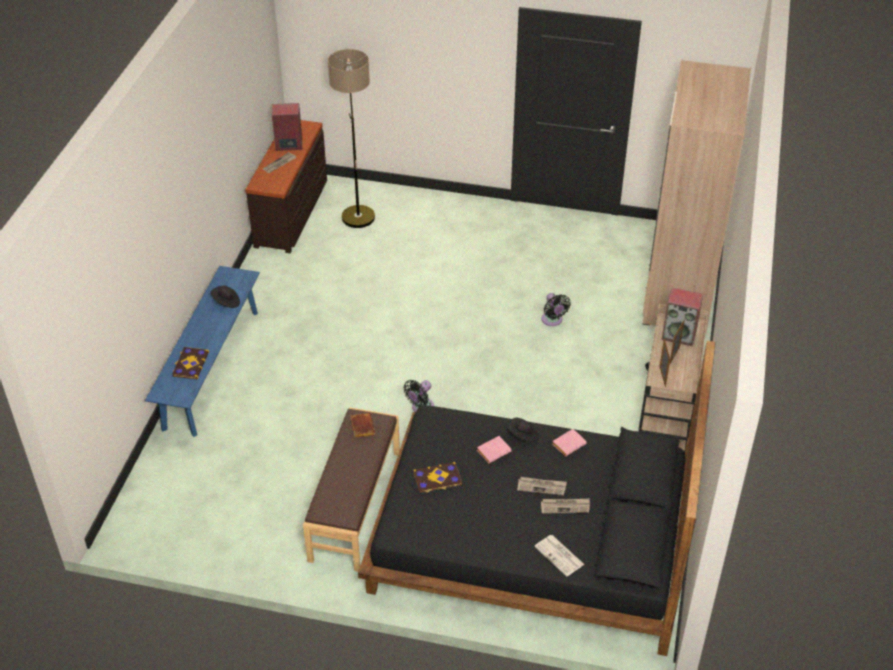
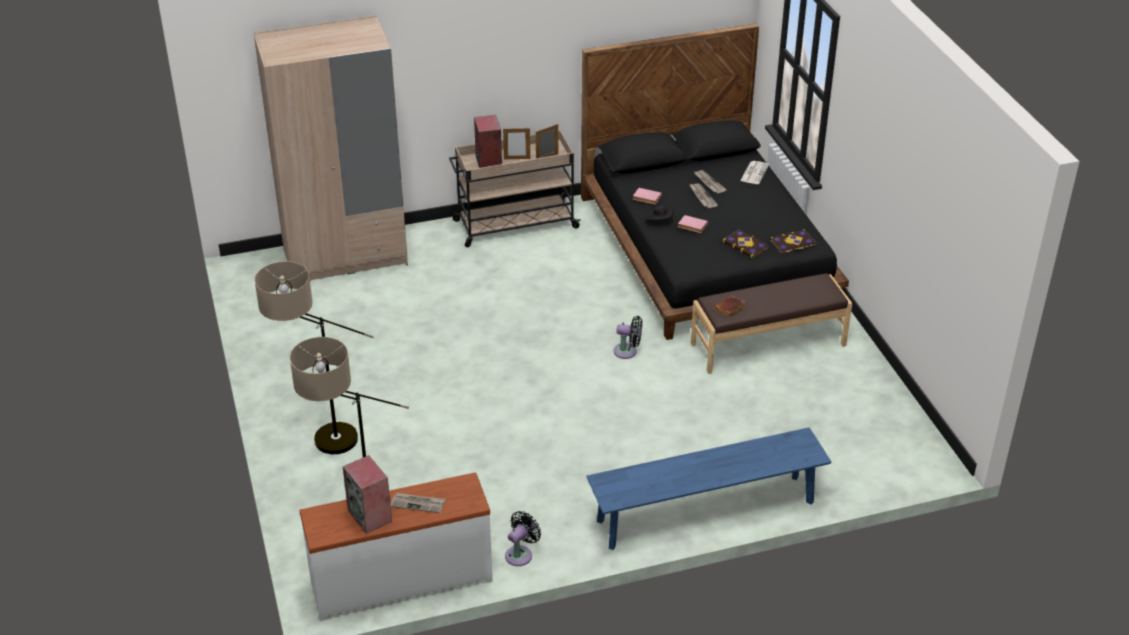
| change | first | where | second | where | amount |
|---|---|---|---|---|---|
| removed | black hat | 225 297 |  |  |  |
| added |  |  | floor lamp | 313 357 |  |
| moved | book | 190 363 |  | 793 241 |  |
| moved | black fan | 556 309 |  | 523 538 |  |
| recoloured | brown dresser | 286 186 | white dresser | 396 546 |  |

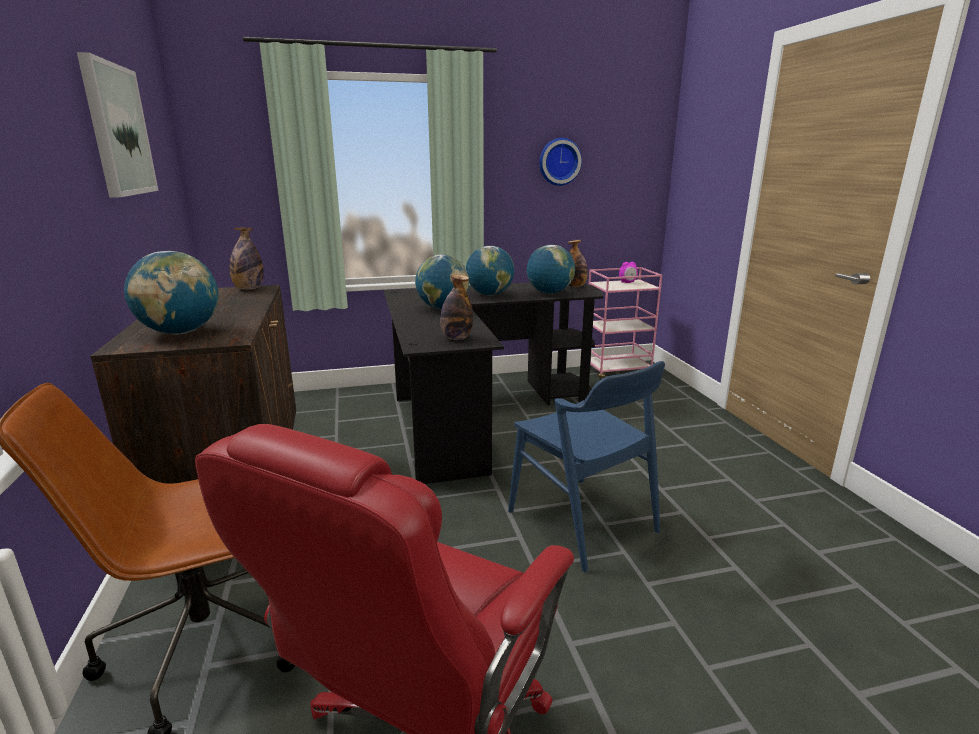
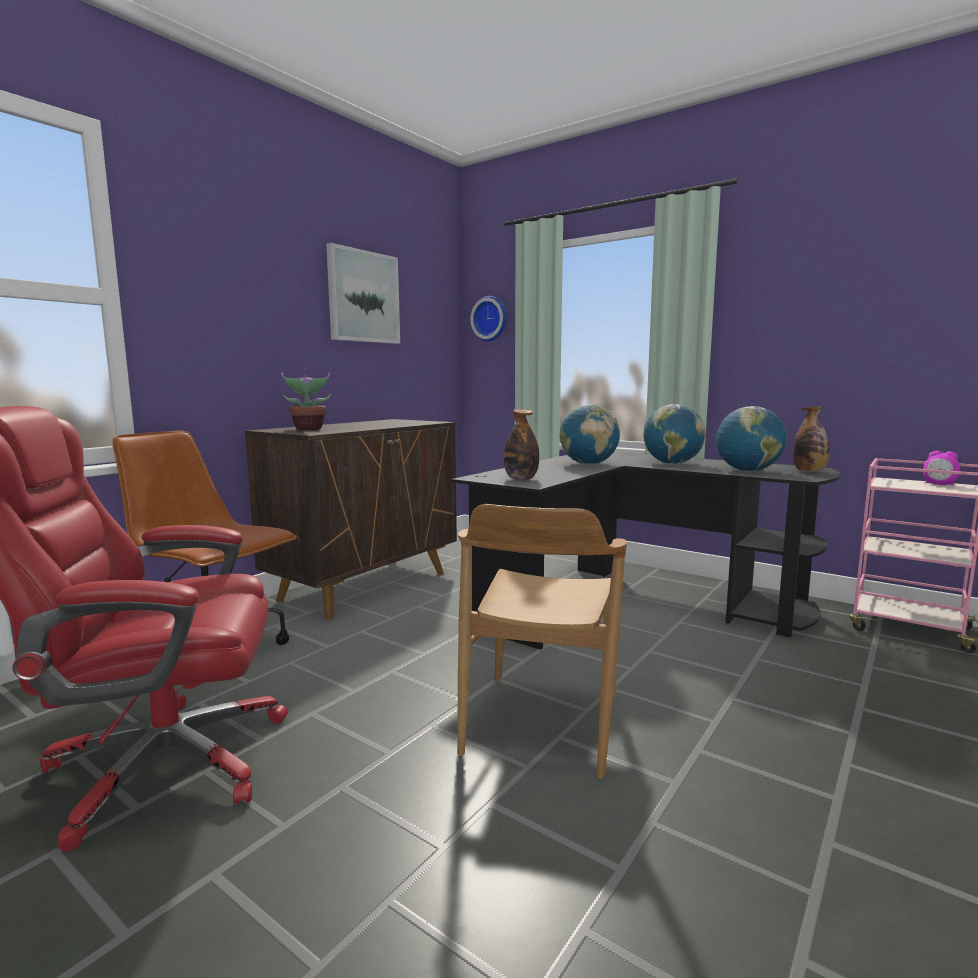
| change | first | where | second | where | amount |
|---|---|---|---|---|---|
| removed | bottle | 247 259 |  |  |  |
| moved | wall clock | 560 162 |  | 488 318 |  |
| replaced | globe | 171 292 | potted plant | 306 399 |  |
| recoloured | blue chair | 586 466 | brown chair | 542 641 |  |

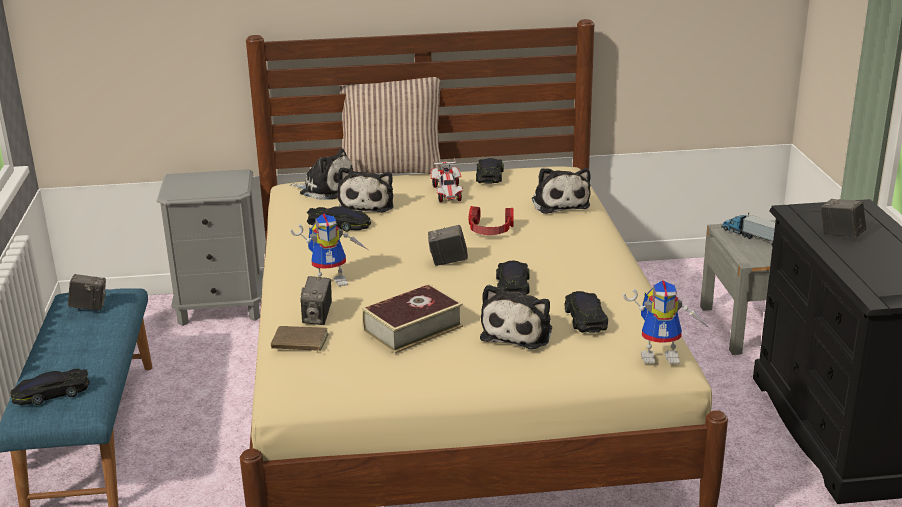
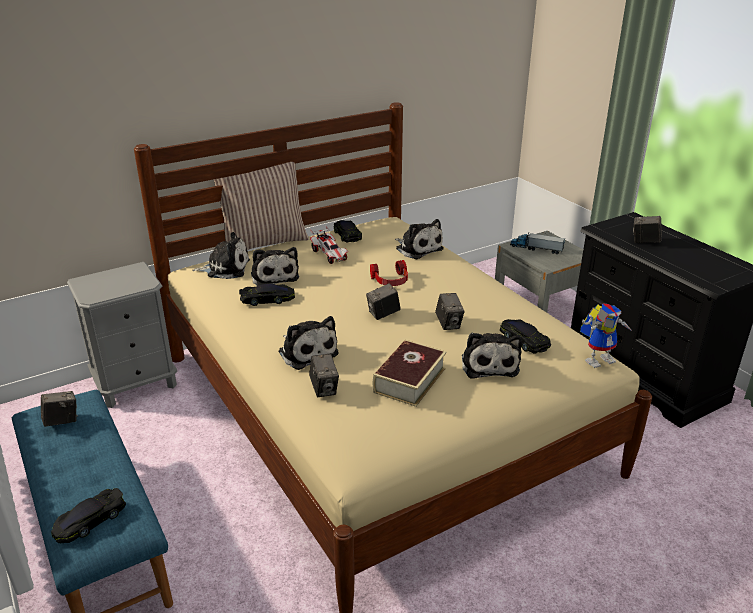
| change | first | where | second | where | amount |
|---|---|---|---|---|---|
| removed | brown book | 300 339 |  |  |  |
| replaced | toy robot | 329 249 | plush toy | 308 343 |  |
| replaced | black toy car | 513 278 | photo camera | 450 311 |  |

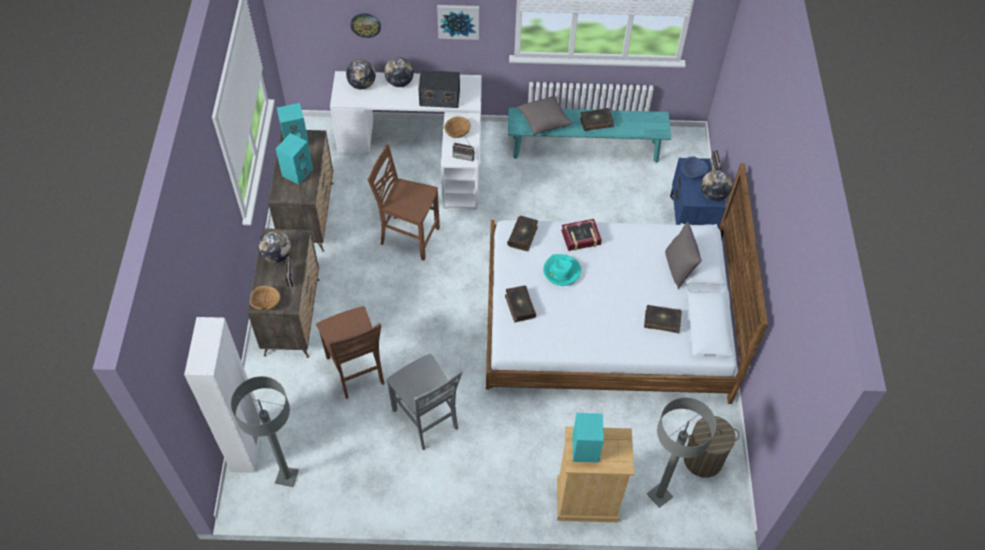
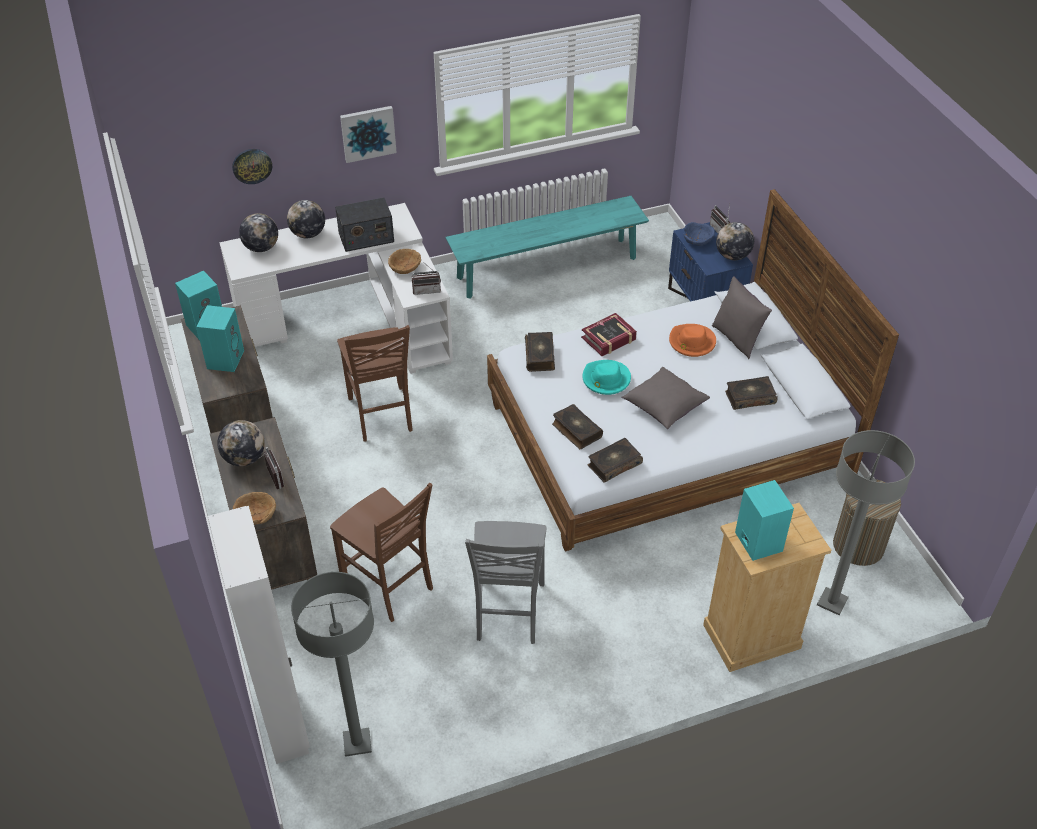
| change | first | where | second | where | amount |
|---|---|---|---|---|---|
| added |  |  | orange hat | 692 340 |  |
| moved | grey pillow | 545 115 |  | 666 398 |  |
| moved | book | 597 119 |  | 615 460 |  |
| turned | brown chair | 404 202 |  | 375 383 | 105 degrees counterclockwise |
| turned | grey chair | 424 402 |  | 506 582 | 60 degrees clockwise |

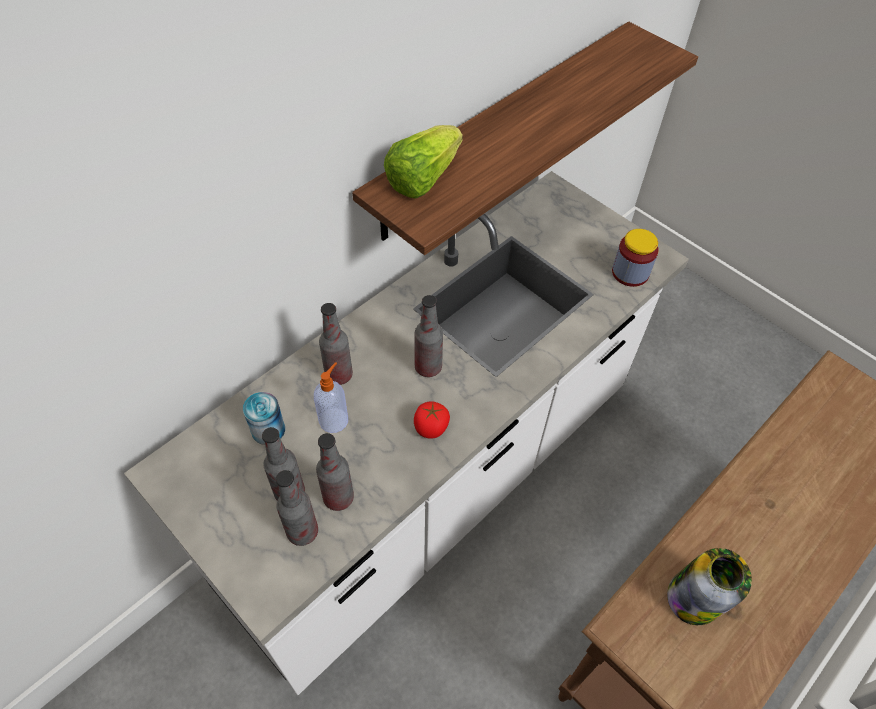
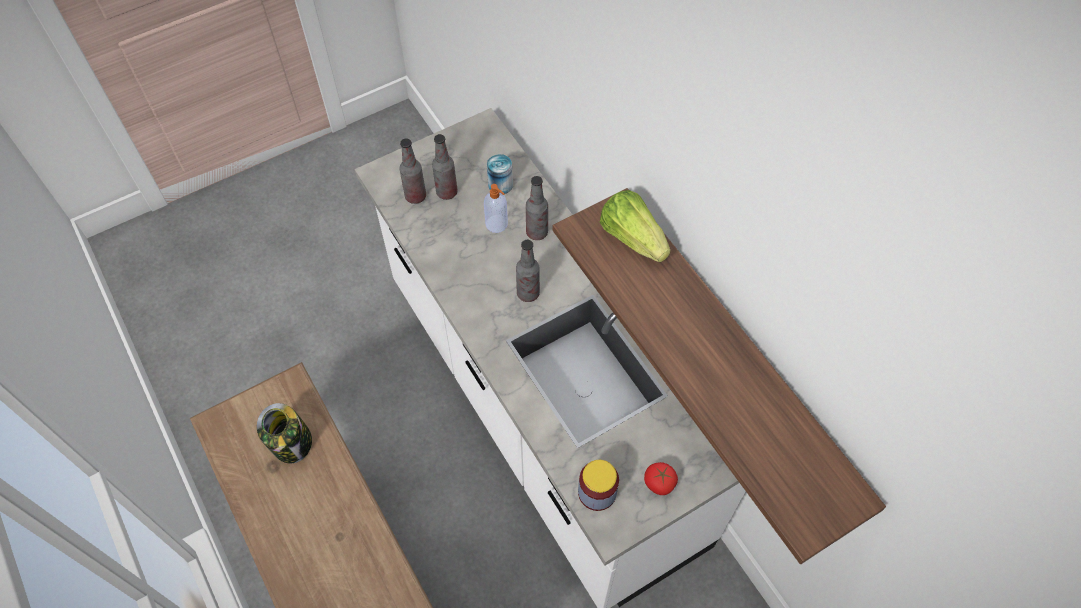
| change | first | where | second | where | amount |
|---|---|---|---|---|---|
| removed | bottle | 335 472 |  |  |  |
| moved | tomato | 432 420 |  | 661 478 |  |

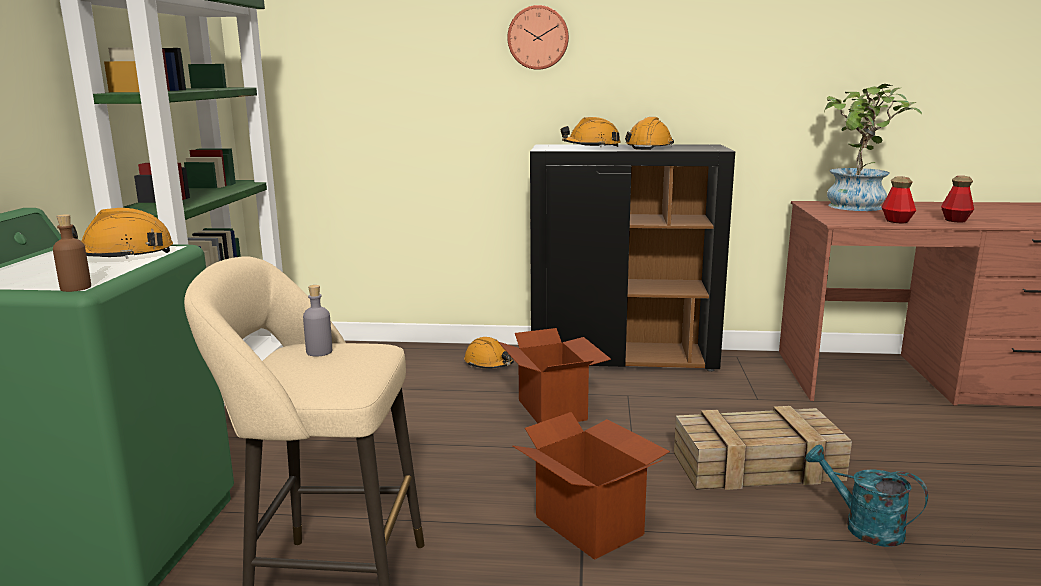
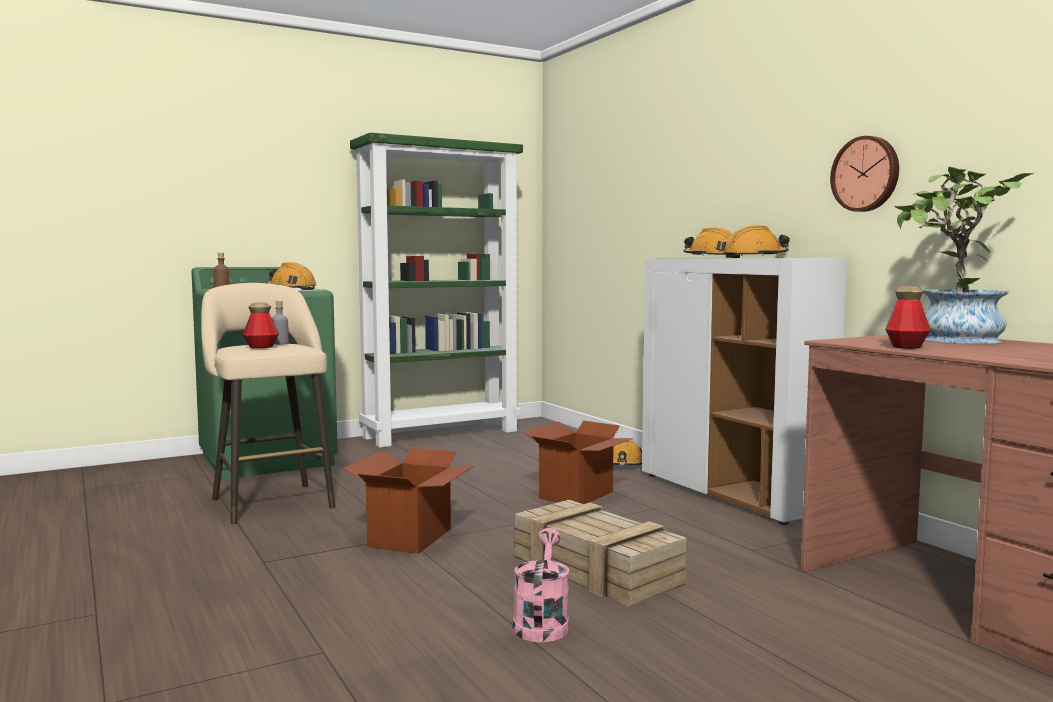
| change | first | where | second | where | amount |
|---|---|---|---|---|---|
| moved | wall clock | 538 37 |  | 864 174 |  |
| moved | bottle | 957 199 |  | 261 325 |  |
| recoloured | black cabinet | 632 258 | white cabinet | 744 391 |  |
| recoloured | turquoise watering can | 866 496 | pink watering can | 541 585 |  |

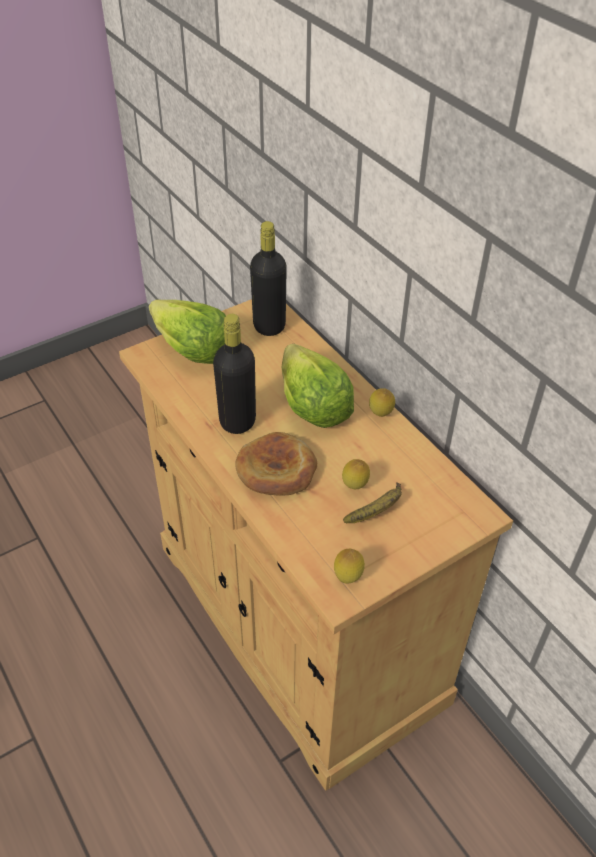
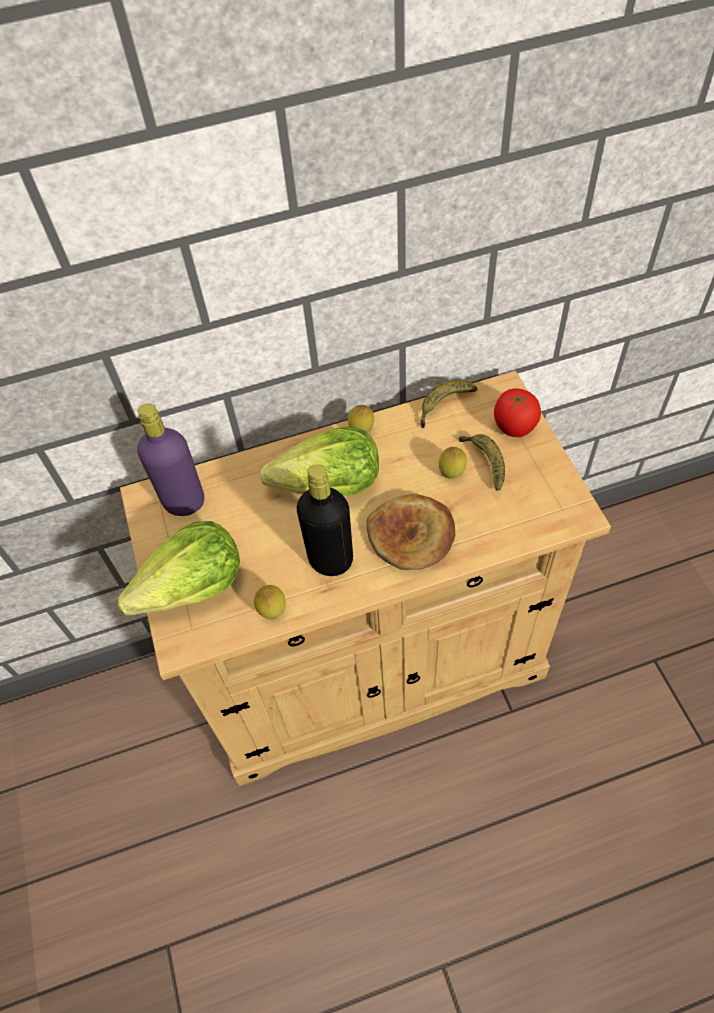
| change | first | where | second | where | amount |
|---|---|---|---|---|---|
| added |  |  | banana | 449 404 |  |
| added |  |  | tomato | 517 412 |  |
| moved | lemon | 349 566 |  | 270 602 |  |
| recoloured | black bottle | 268 278 | purple bottle | 170 459 |  |

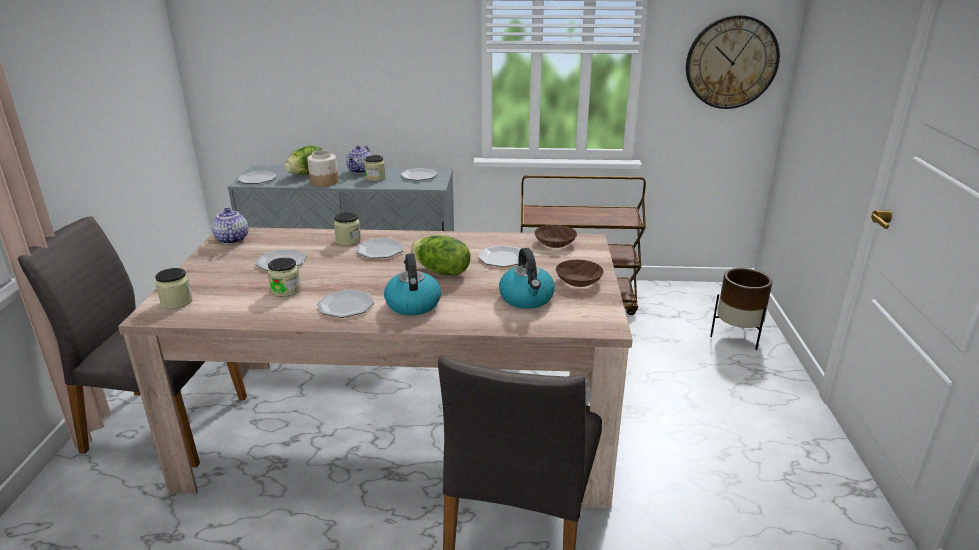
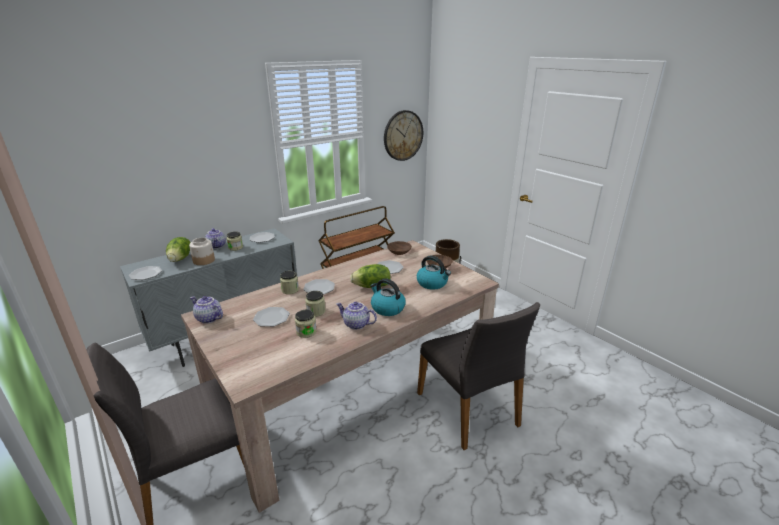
| change | first | where | second | where | amount |
|---|---|---|---|---|---|
| moved | jar | 174 288 |  | 315 304 |  |
| replaced | plate | 345 303 | teapot | 356 316 |  |

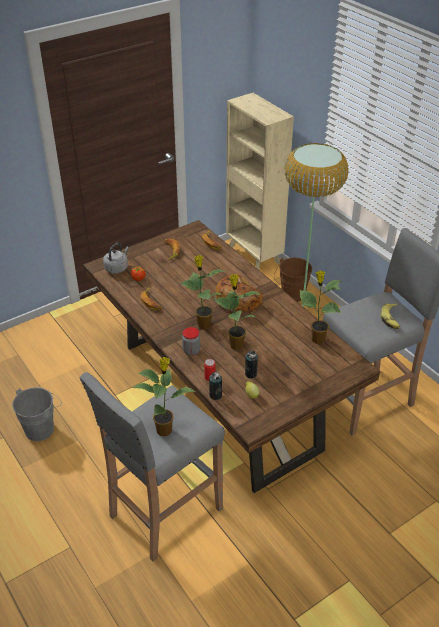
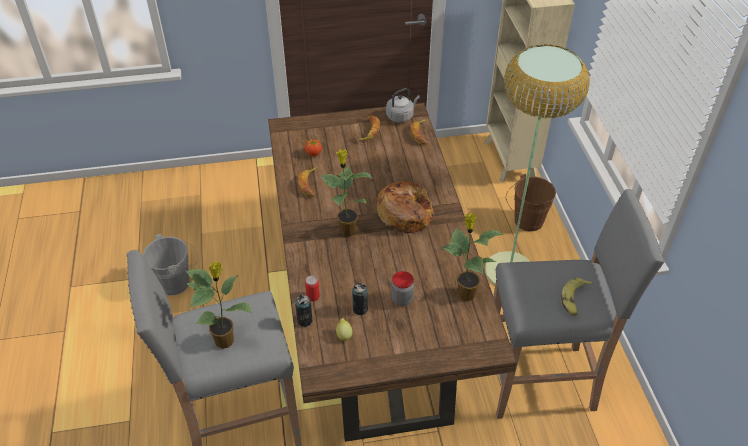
| change | first | where | second | where | amount |
|---|---|---|---|---|---|
| removed | potted plant | 237 312 |  |  |  |
| moved | grey kettle | 116 258 |  | 403 105 |  |
| moved | jar | 191 341 |  | 402 288 |  |

